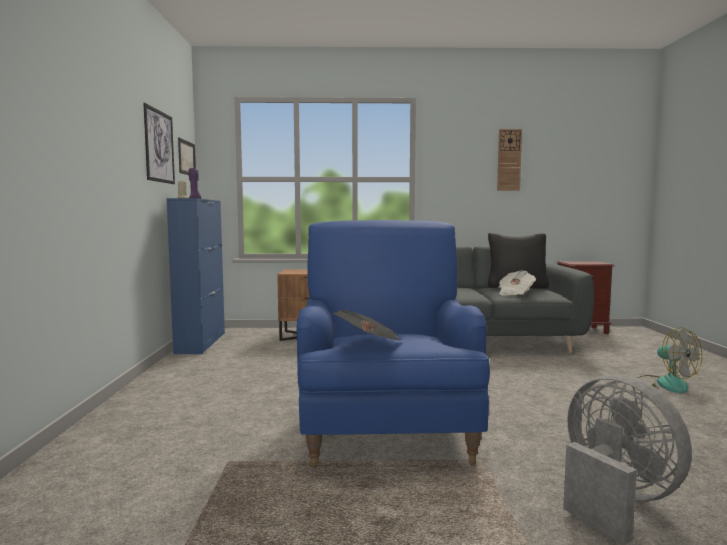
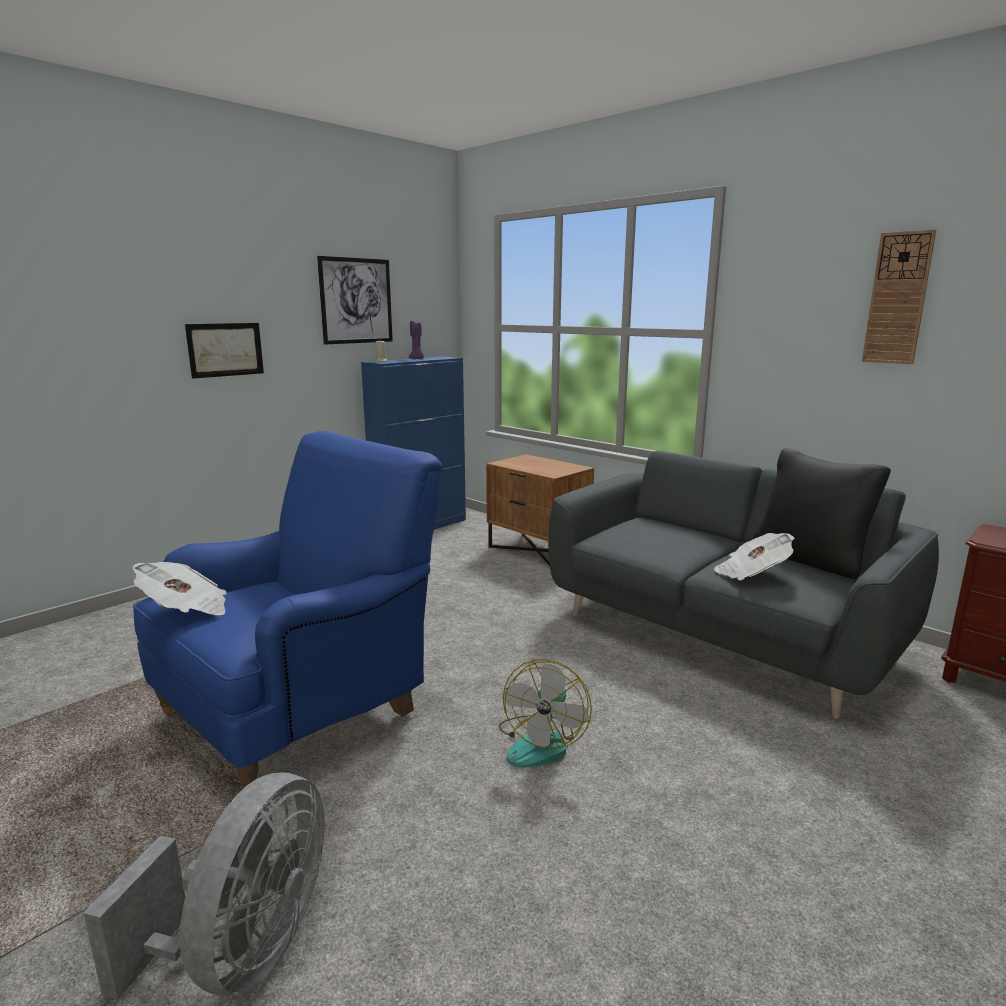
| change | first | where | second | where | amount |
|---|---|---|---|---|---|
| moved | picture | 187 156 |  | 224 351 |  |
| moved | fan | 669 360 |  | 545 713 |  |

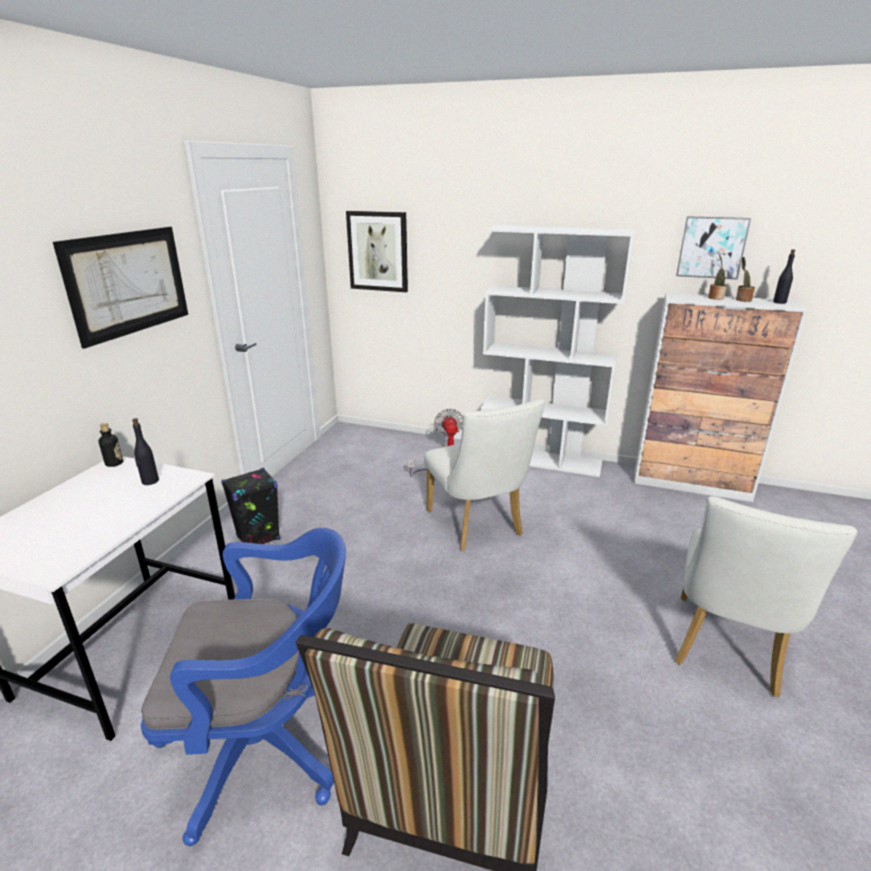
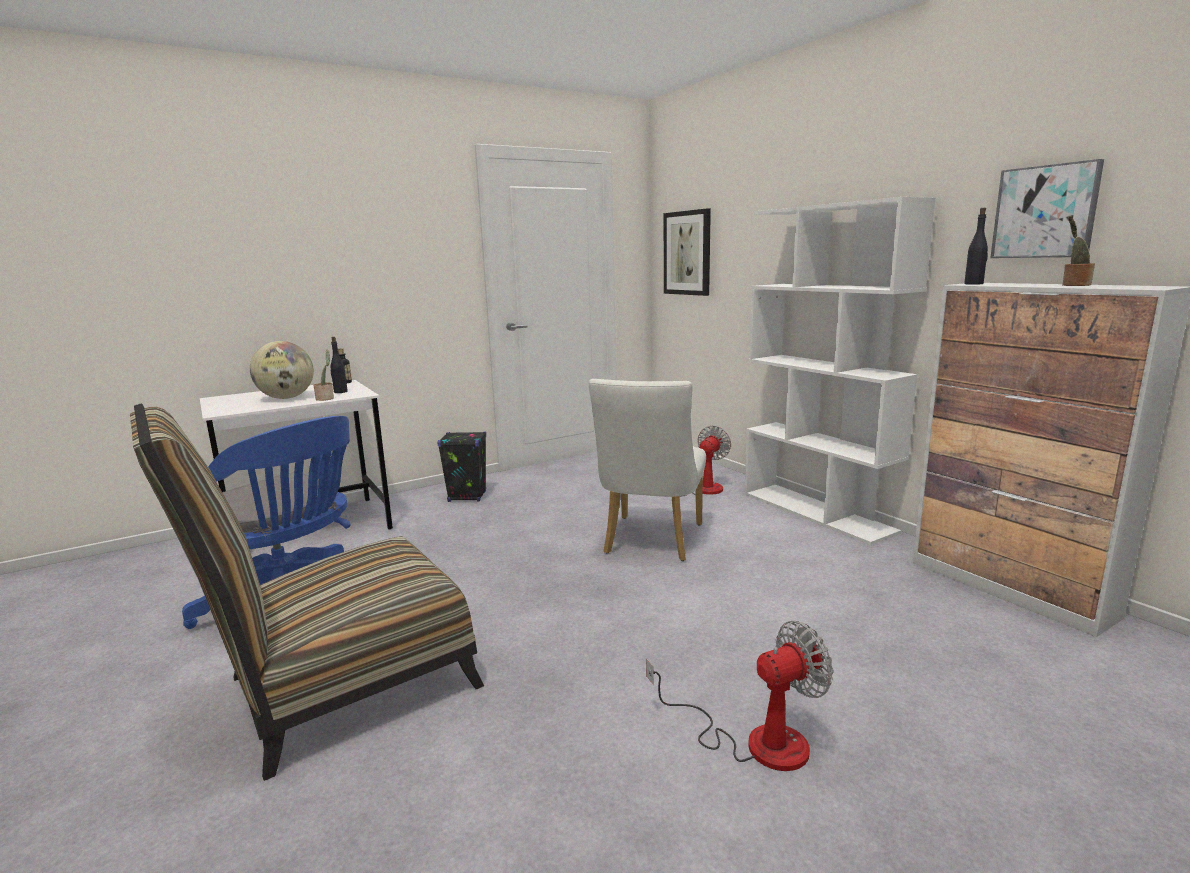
| change | first | where | second | where | amount |
|---|---|---|---|---|---|
| removed | picture | 120 288 |  |  |  |
| added |  |  | globe | 282 370 |  |
| moved | potted plant | 717 277 |  | 324 375 |  |
| moved | black bottle | 784 276 |  | 976 246 |  |
| replaced | white chair | 766 596 | fan | 740 696 |  |

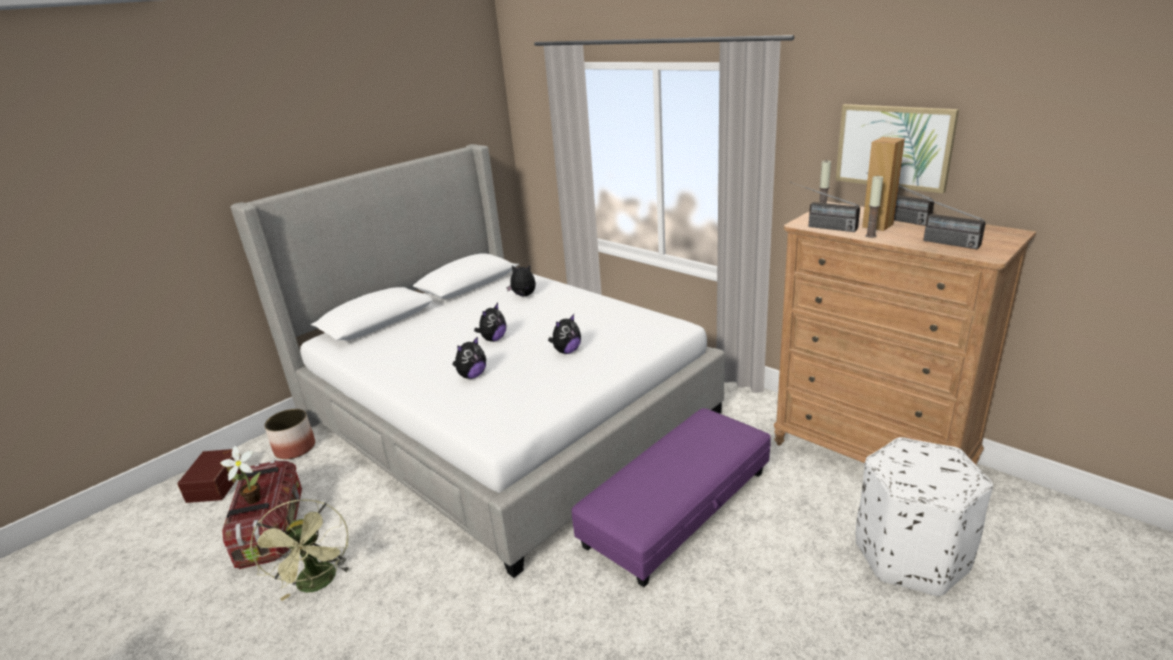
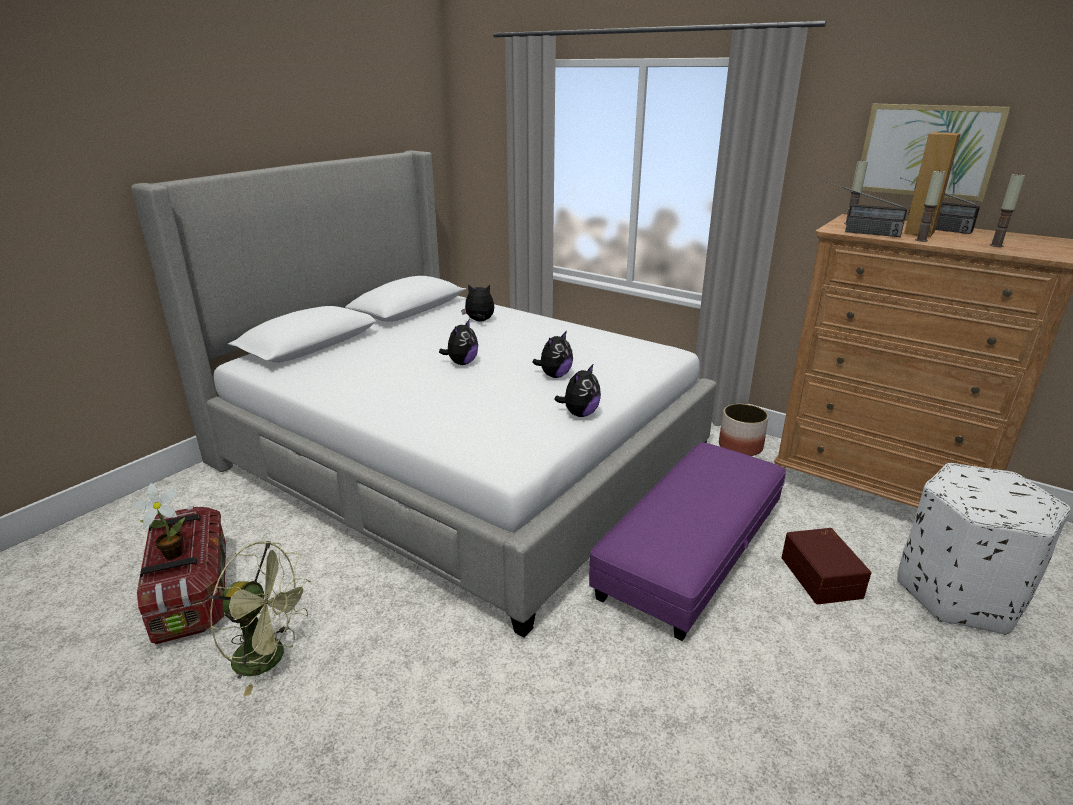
| change | first | where | second | where | amount |
|---|---|---|---|---|---|
| moved | brown storage box | 209 476 |  | 826 566 |  |
| moved | planter | 289 434 |  | 744 430 |  |
| moved | plush toy | 469 357 |  | 577 390 |  |
| replaced | radio | 945 220 | candle | 1007 210 |  |
| turned | green fan | 300 550 |  | 260 618 | 45 degrees counterclockwise |

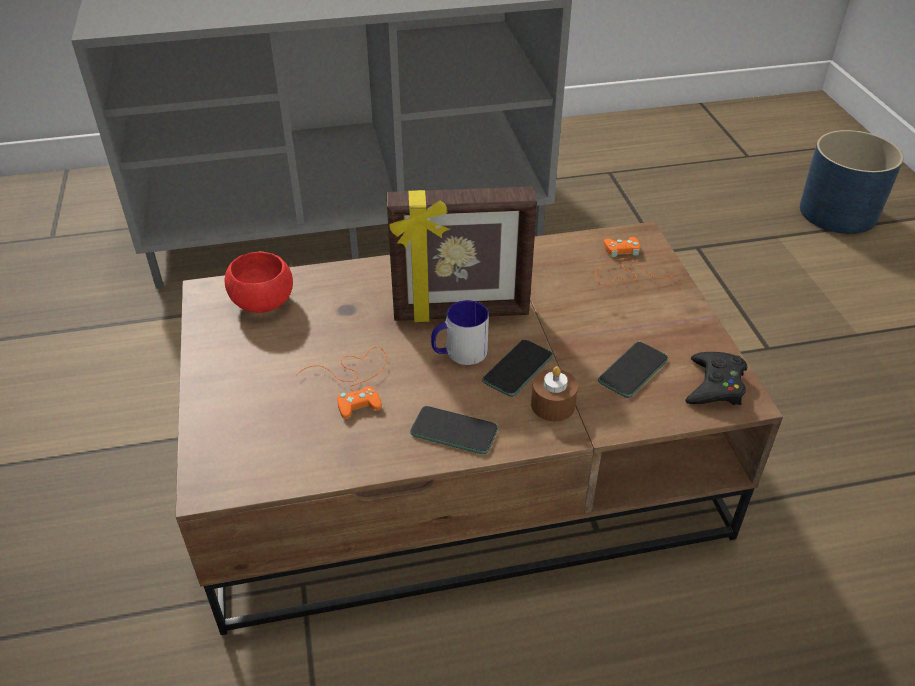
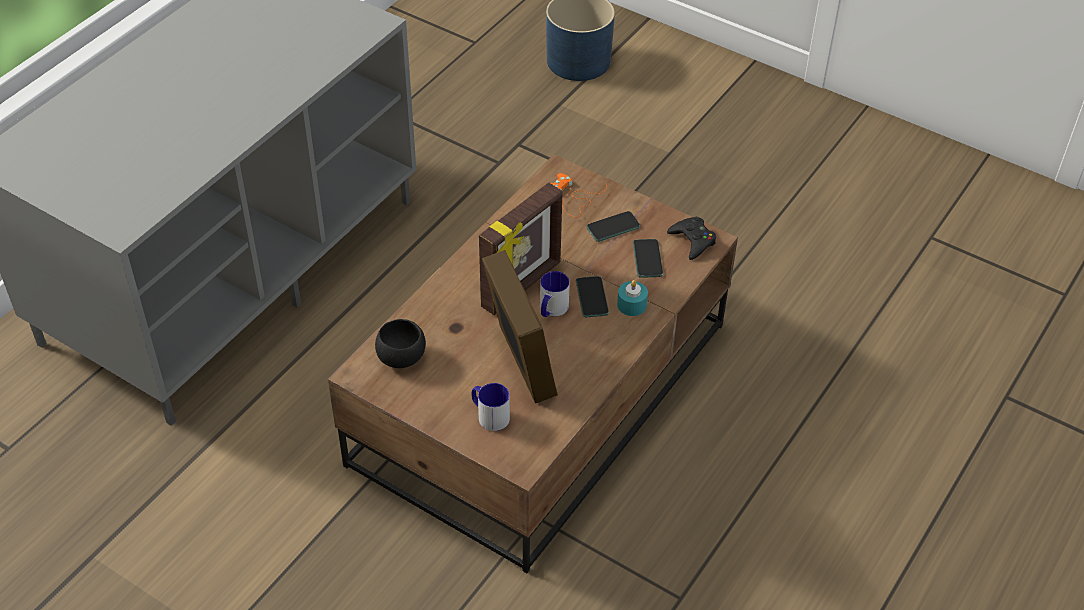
| change | first | where | second | where | amount |
|---|---|---|---|---|---|
| added |  |  | mug | 490 407 |  |
| moved | phone | 454 430 |  | 613 226 |  |
| replaced | orange game controller | 341 383 | picture frame | 520 326 |  |
| recoloured | red bowl | 259 282 | black bowl | 400 343 |  |
| recoloured | brown candle | 554 393 | turquoise candle | 632 298 |  |

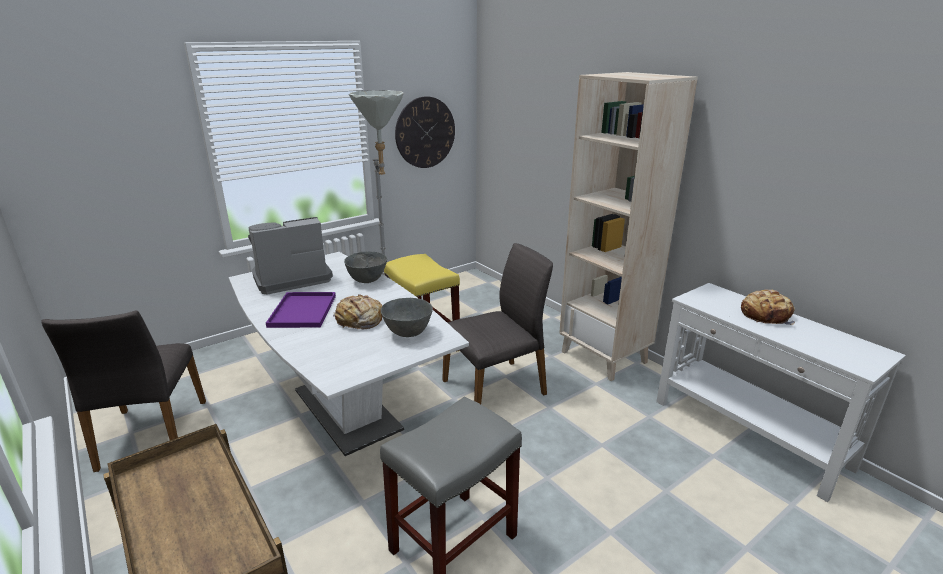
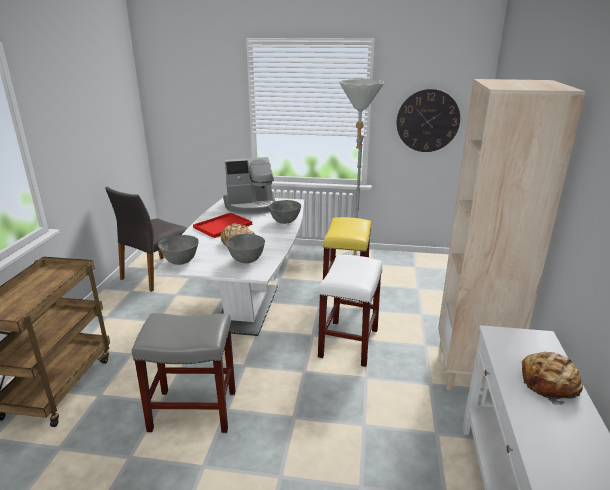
| change | first | where | second | where | amount |
|---|---|---|---|---|---|
| added |  |  | grey bowl | 178 250 |  |
| replaced | grey chair | 497 323 | white stool | 350 311 |  |
| recoloured | purple tray | 301 310 | red tray | 222 225 |  |
| turned | coffee machine | 290 256 |  | 249 186 | 150 degrees clockwise |

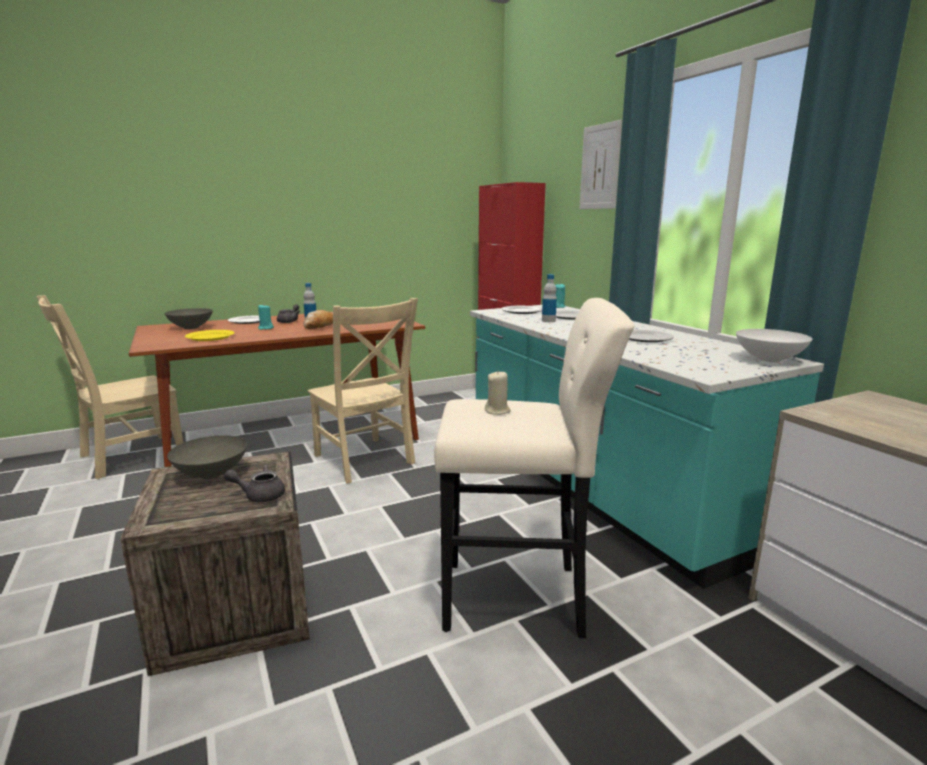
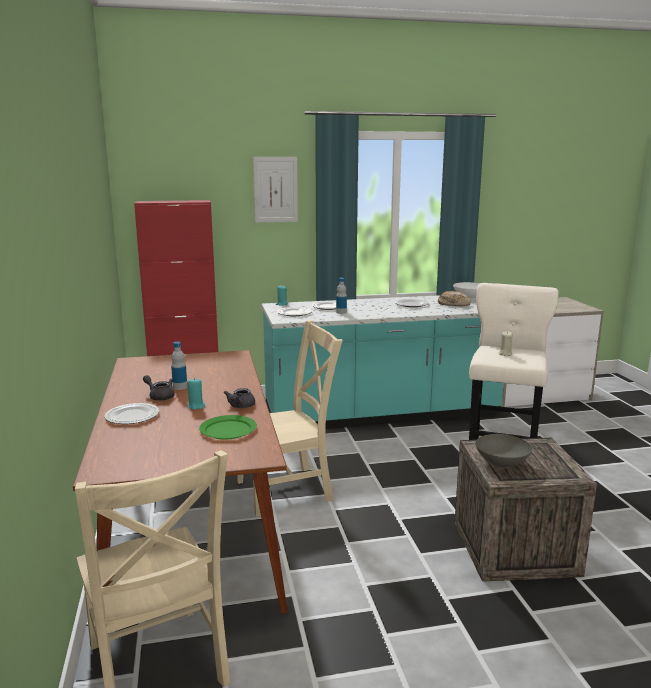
| change | first | where | second | where | amount |
|---|---|---|---|---|---|
| removed | grey bowl | 189 318 |  |  |  |
| moved | grey teapot | 254 483 |  | 239 398 |  |
| moved | bread | 318 319 |  | 454 298 |  |
| recoloured | yellow plate | 210 335 | green plate | 228 427 |  |

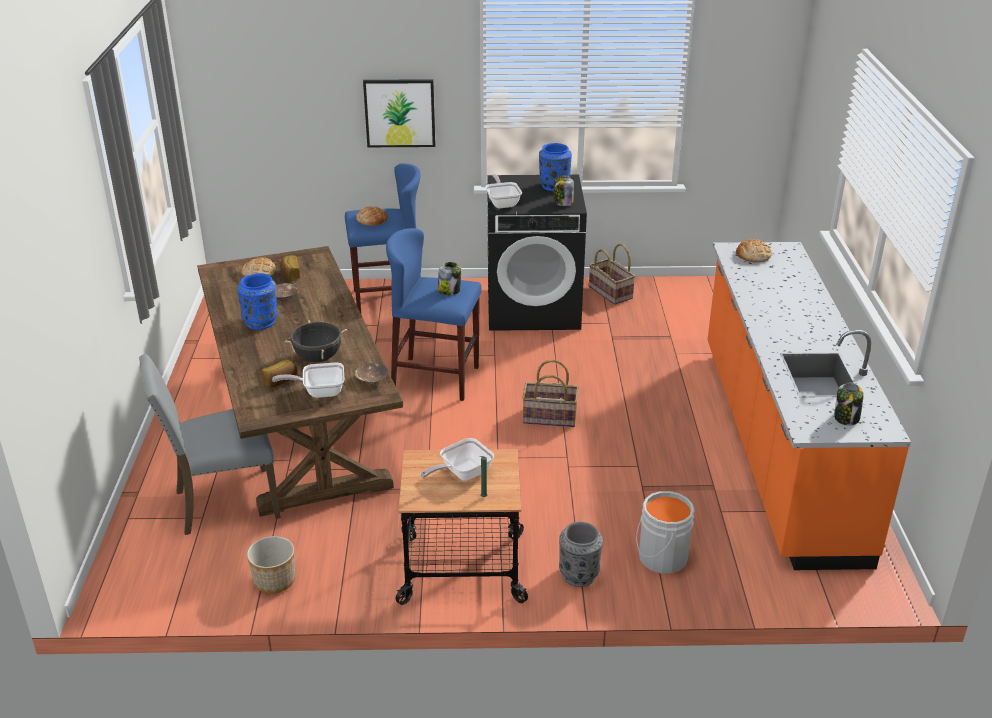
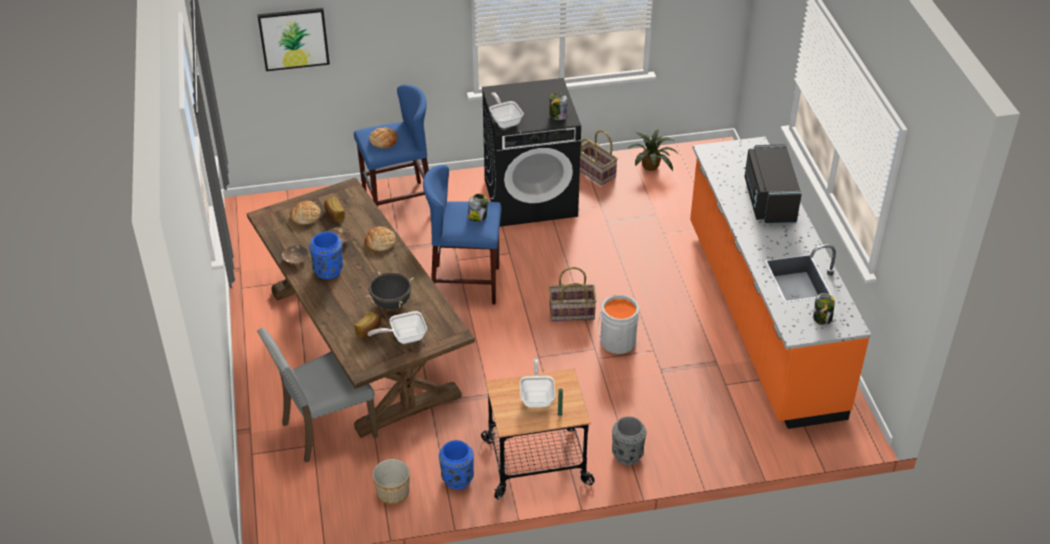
| change | first | where | second | where | amount |
|---|---|---|---|---|---|
| added |  |  | potted plant | 653 150 |  |
| added |  |  | black microwave | 773 184 |  |
| moved | brown bowl | 371 373 |  | 295 254 |  |
| moved | picture | 399 113 |  | 293 39 |  |
| moved | blue vase | 555 167 |  | 456 465 |  |
| moved | grey bucket | 665 532 |  | 618 324 |  |
| moved | bread | 754 250 |  | 380 238 |  |
| turned | frying pan | 457 459 |  | 537 382 | 135 degrees clockwise |

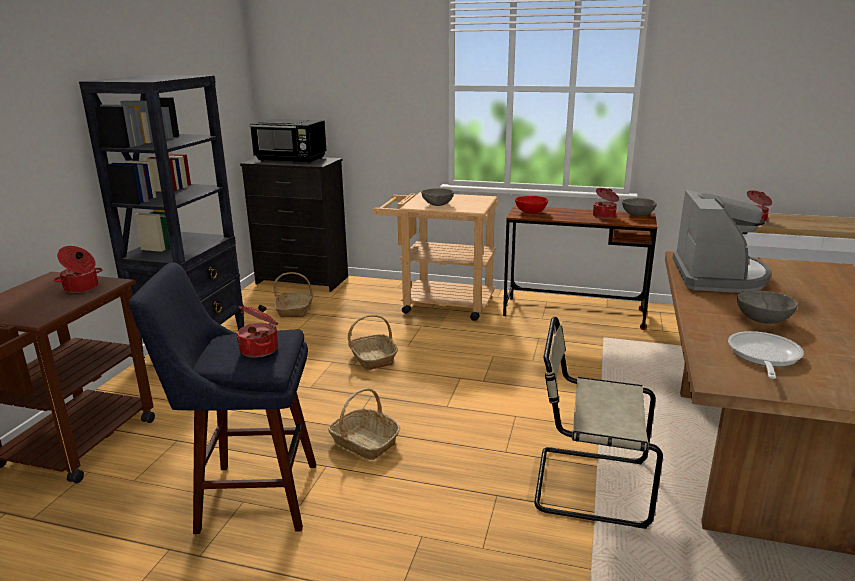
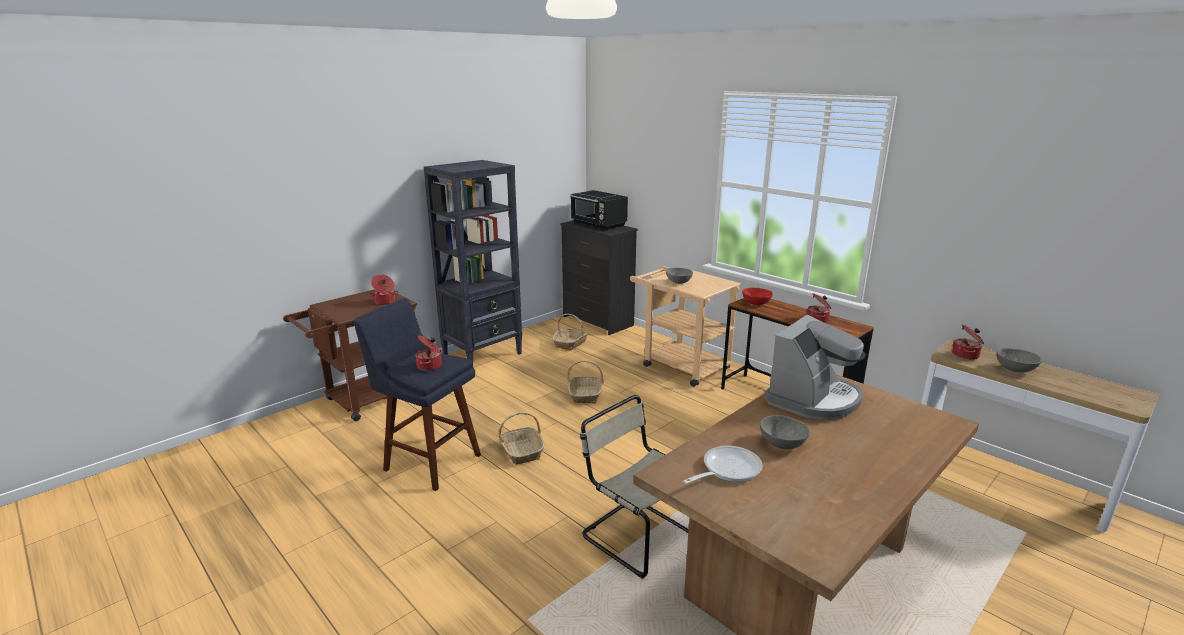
| change | first | where | second | where | amount |
|---|---|---|---|---|---|
| moved | grey bowl | 639 207 |  | 1018 360 |  |

